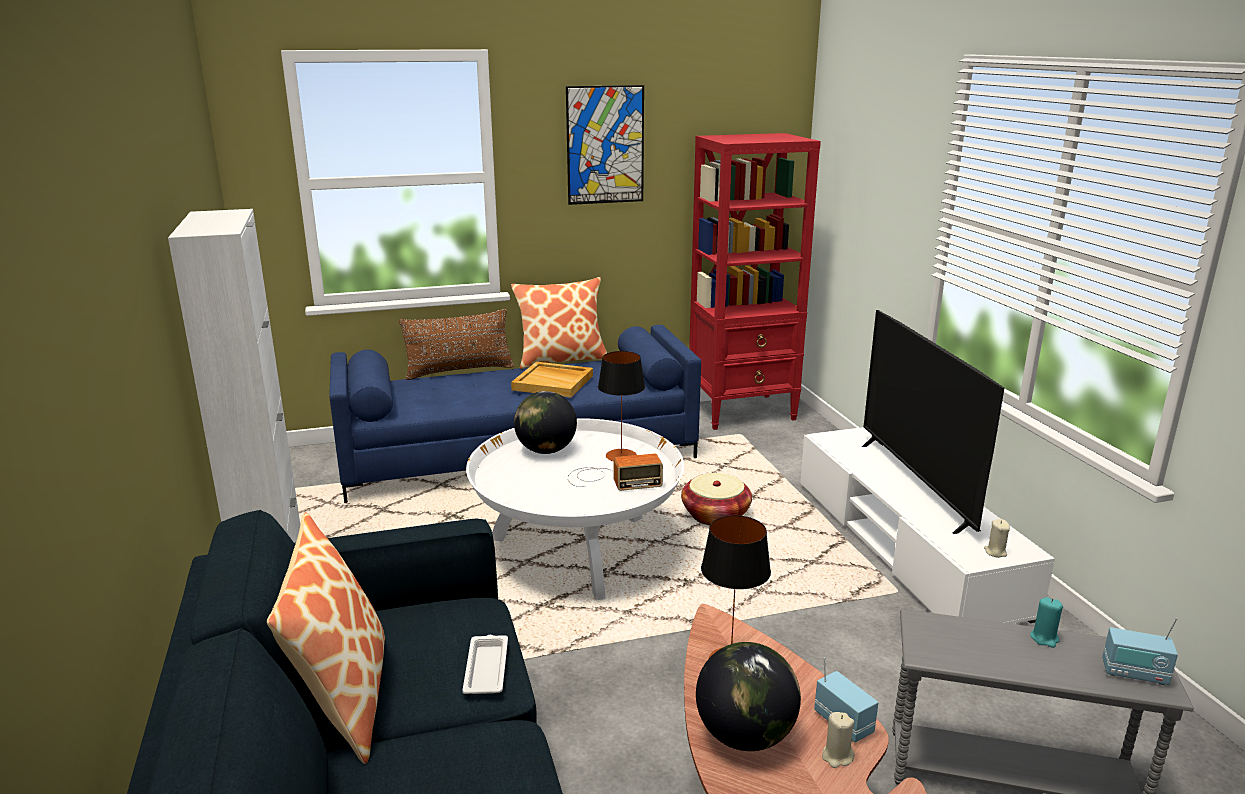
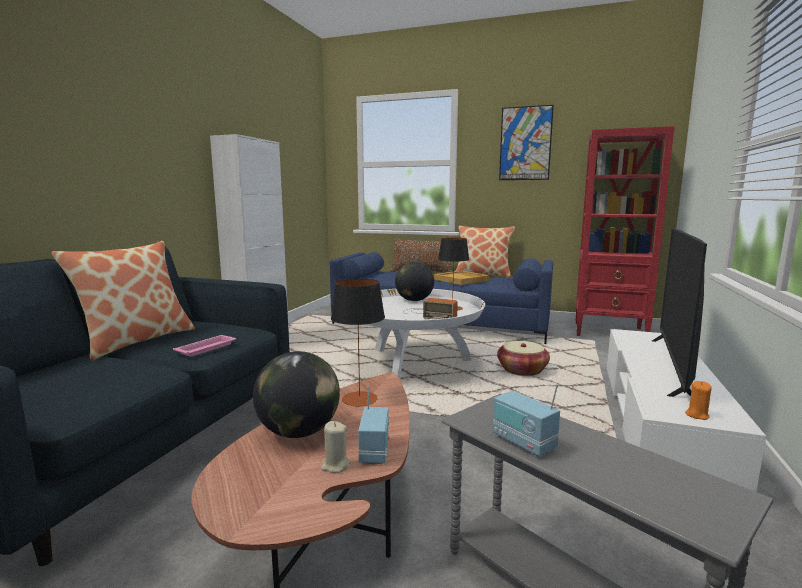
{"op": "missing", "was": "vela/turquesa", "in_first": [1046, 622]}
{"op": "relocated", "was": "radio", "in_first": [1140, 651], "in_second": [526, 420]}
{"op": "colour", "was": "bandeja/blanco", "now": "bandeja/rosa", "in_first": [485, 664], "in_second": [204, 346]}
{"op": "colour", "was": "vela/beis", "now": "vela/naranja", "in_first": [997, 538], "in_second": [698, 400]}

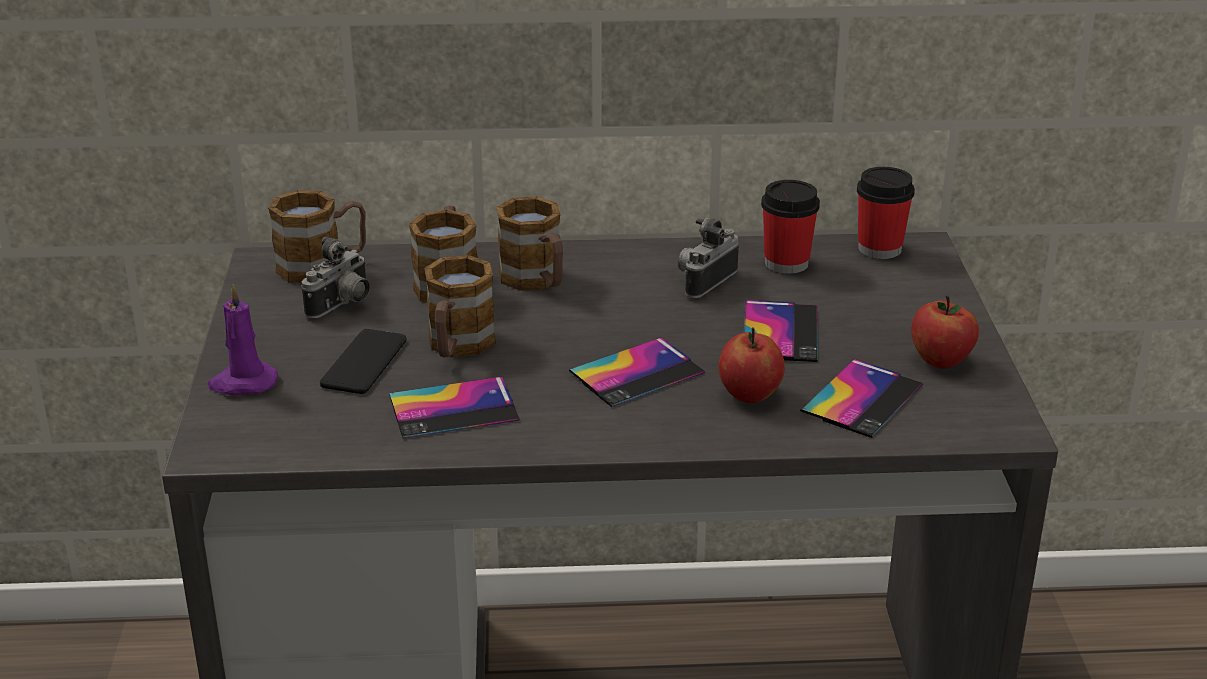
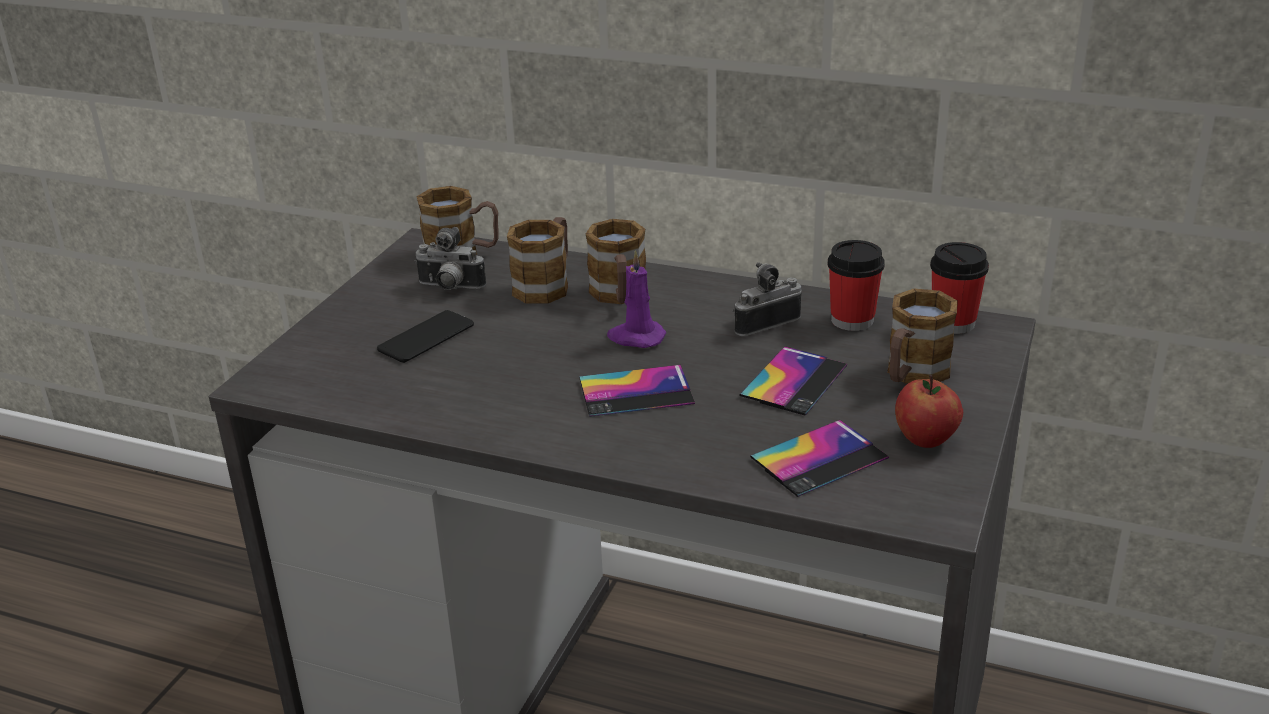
{"op": "missing", "was": "móvil", "in_first": [454, 407]}
{"op": "missing", "was": "manzana", "in_first": [752, 365]}
{"op": "relocated", "was": "vela/morado", "in_first": [242, 339], "in_second": [636, 299]}
{"op": "relocated", "was": "taza grande", "in_first": [460, 306], "in_second": [922, 336]}
{"op": "spun", "was": "cámara", "in_first": [336, 277], "in_second": [450, 258], "clockwise": 45}

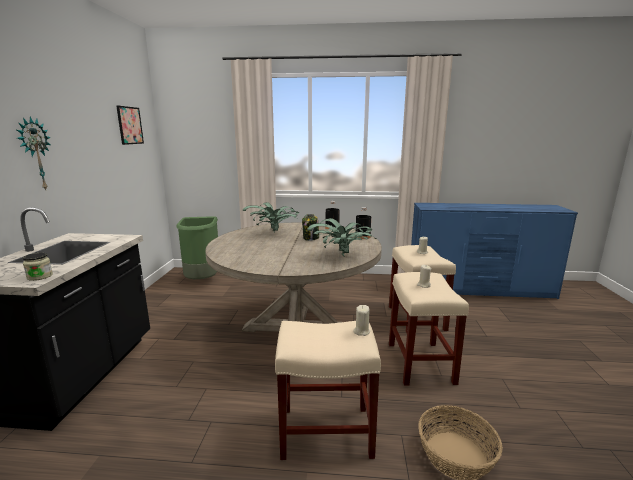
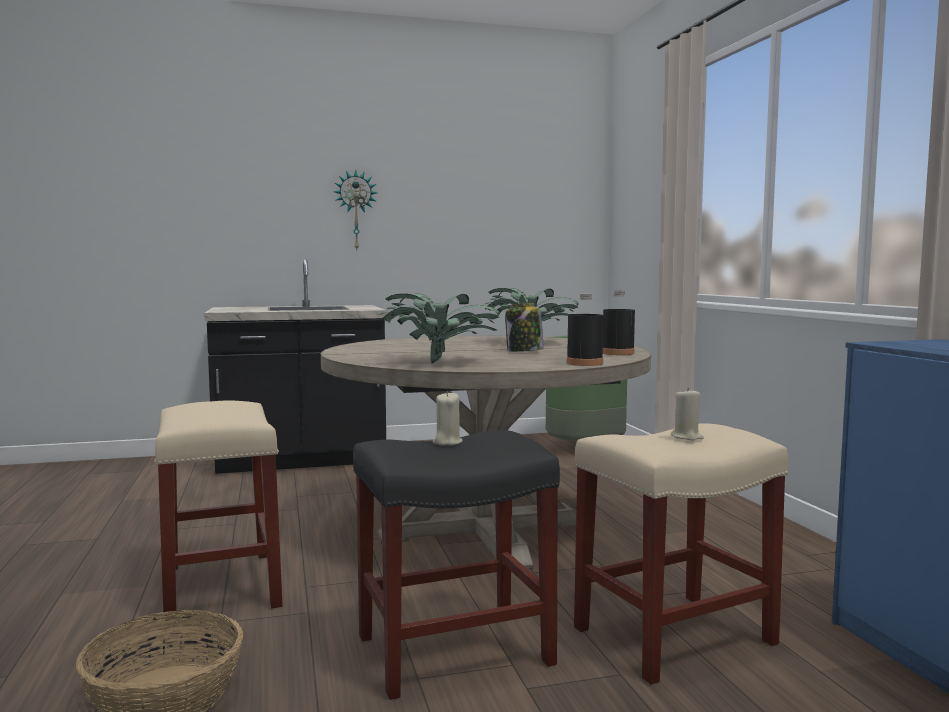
{"op": "missing", "was": "tarro", "in_first": [38, 266]}
{"op": "missing", "was": "cuadro", "in_first": [130, 125]}
{"op": "missing", "was": "vela/beis", "in_first": [362, 320]}
{"op": "colour", "was": "taburete/beis", "now": "taburete/negro", "in_first": [429, 328], "in_second": [456, 565]}

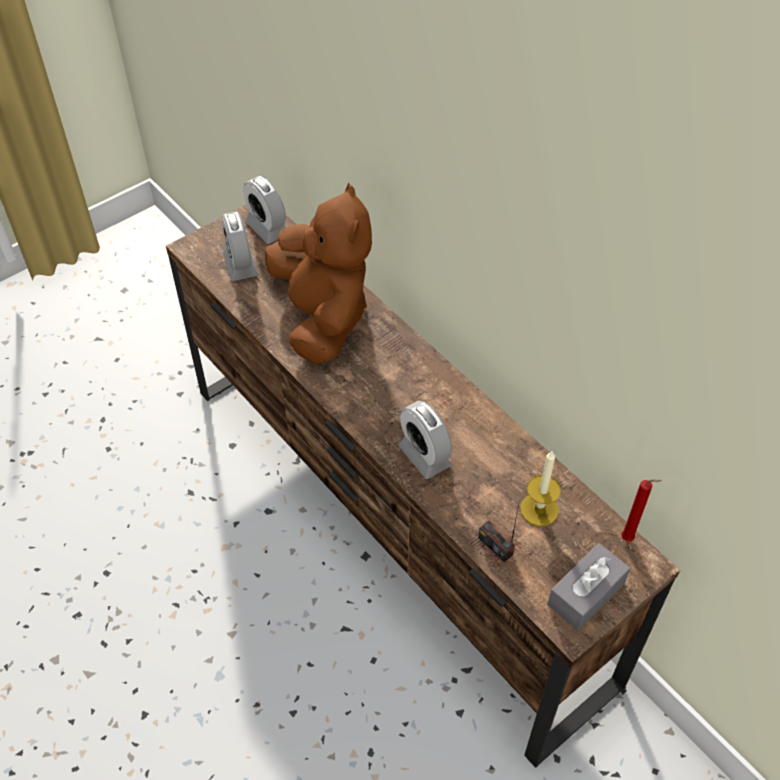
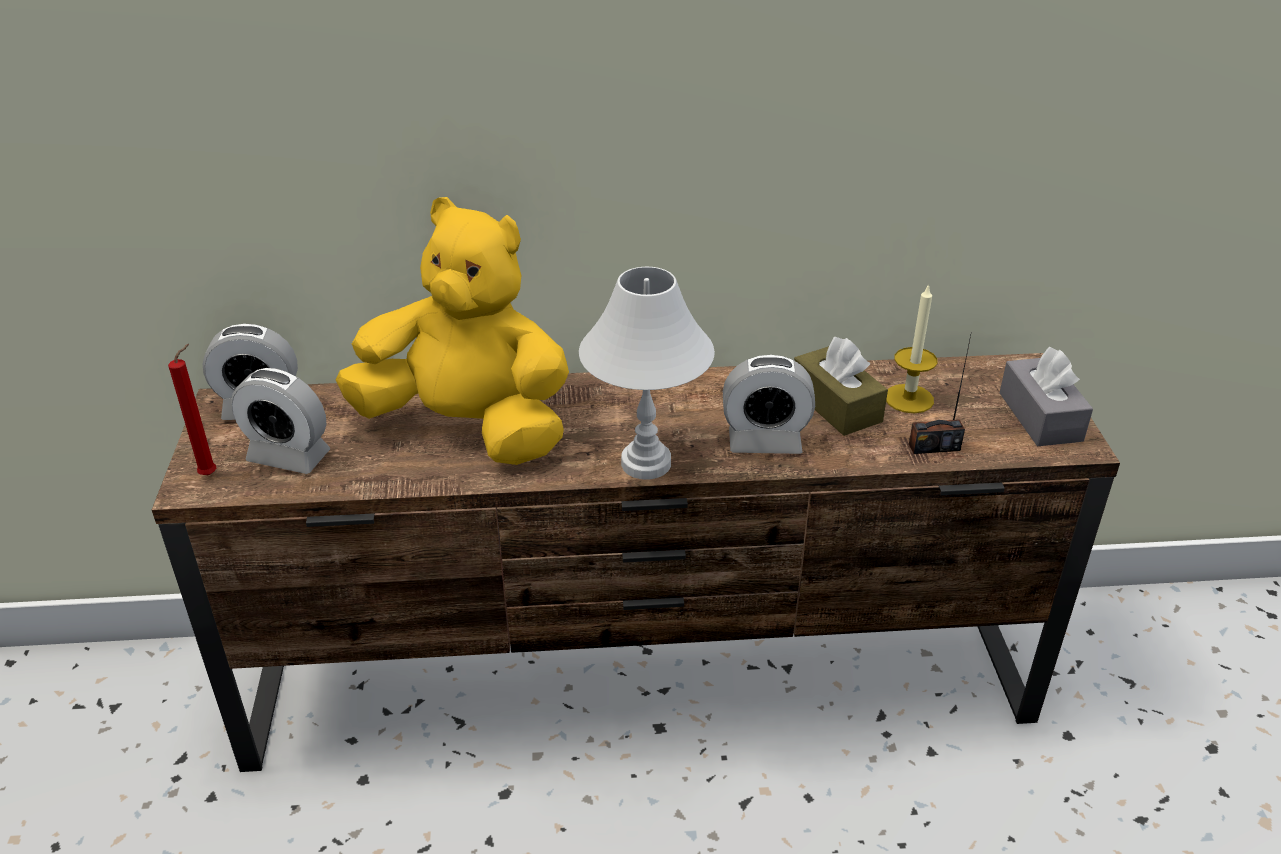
{"op": "appeared", "now": "lámpara de mesa/blanco", "in_second": [647, 373]}
{"op": "appeared", "now": "caja de pañuelos/marrón", "in_second": [841, 386]}
{"op": "relocated", "was": "vela/rojo", "in_first": [641, 510], "in_second": [192, 409]}
{"op": "colour", "was": "peluche/marrón", "now": "peluche/amarillo", "in_first": [318, 273], "in_second": [452, 331]}

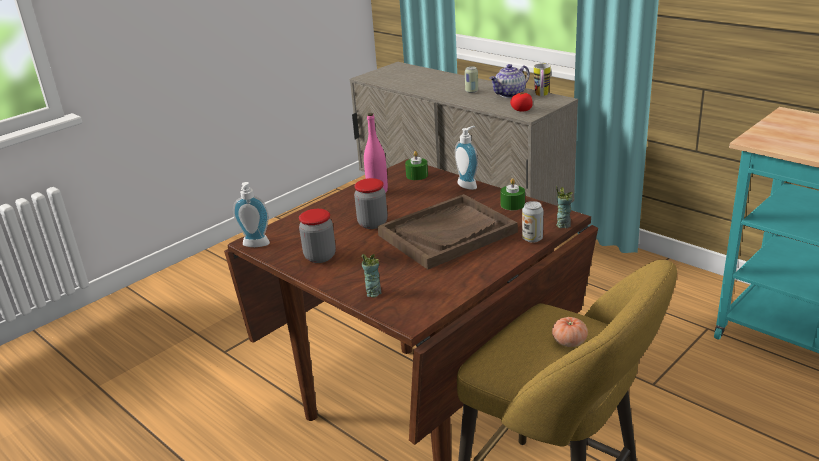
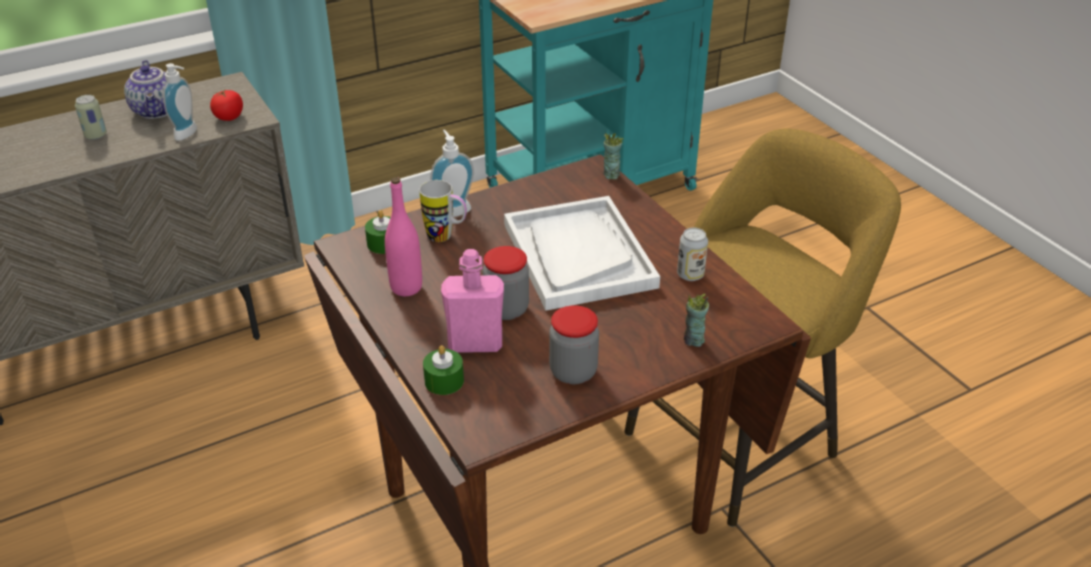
{"op": "missing", "was": "tomate", "in_first": [570, 332]}
{"op": "appeared", "now": "botella/rosa", "in_second": [472, 301]}
{"op": "relocated", "was": "dispensador de jabón", "in_first": [251, 214], "in_second": [180, 102]}
{"op": "relocated", "was": "vela/verde", "in_first": [512, 194], "in_second": [443, 370]}
{"op": "relocated", "was": "lata", "in_first": [532, 222], "in_second": [692, 254]}
{"op": "relocated", "was": "taza grande", "in_first": [542, 79], "in_second": [443, 211]}
{"op": "colour", "was": "bandeja/marrón", "now": "bandeja/blanco", "in_first": [447, 231], "in_second": [582, 253]}

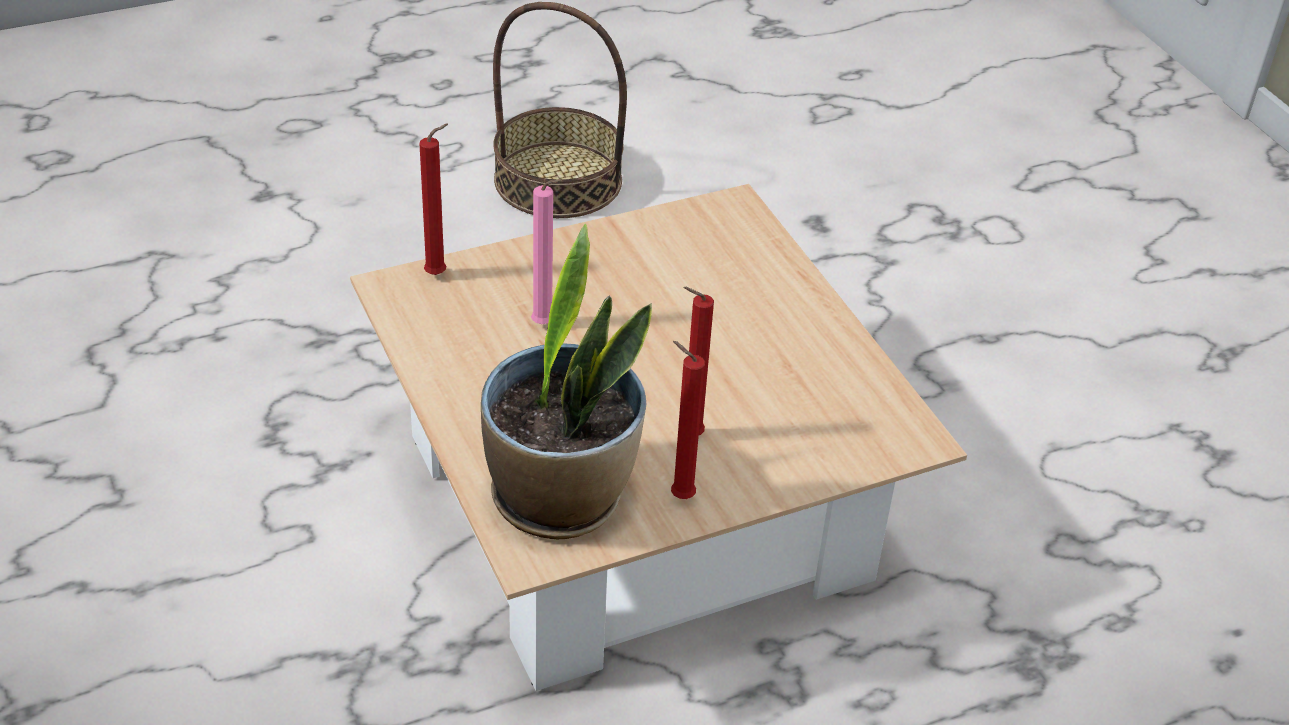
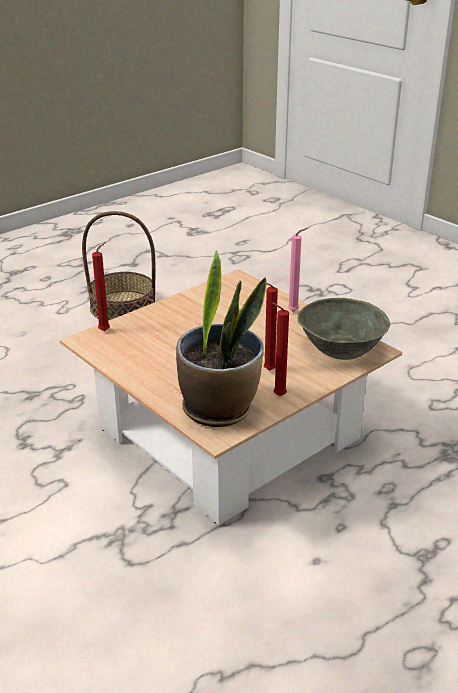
{"op": "appeared", "now": "cuenco/gris", "in_second": [343, 329]}
{"op": "relocated", "was": "vela/rosa", "in_first": [547, 251], "in_second": [297, 270]}

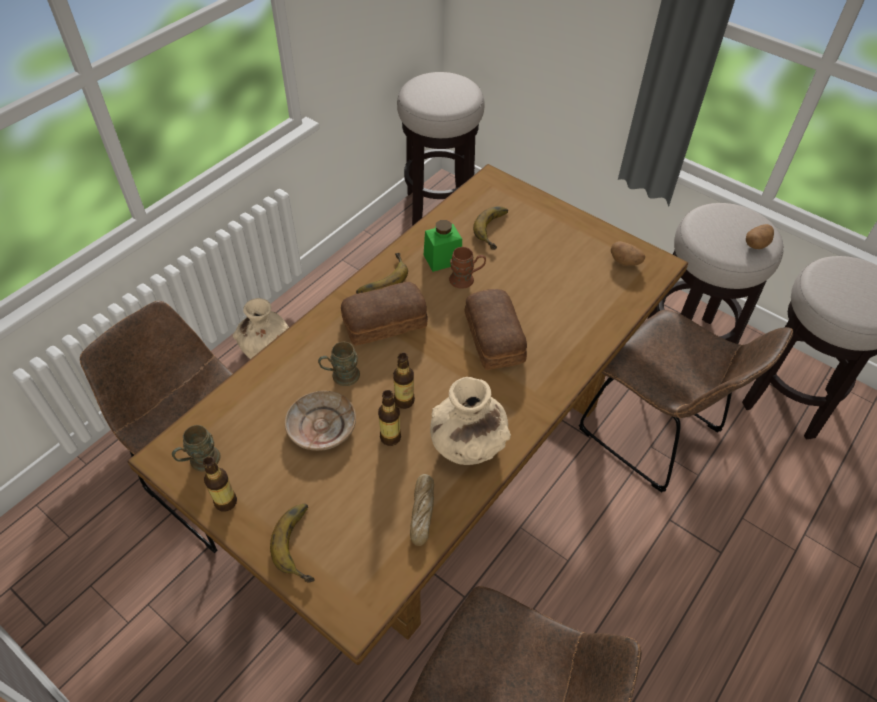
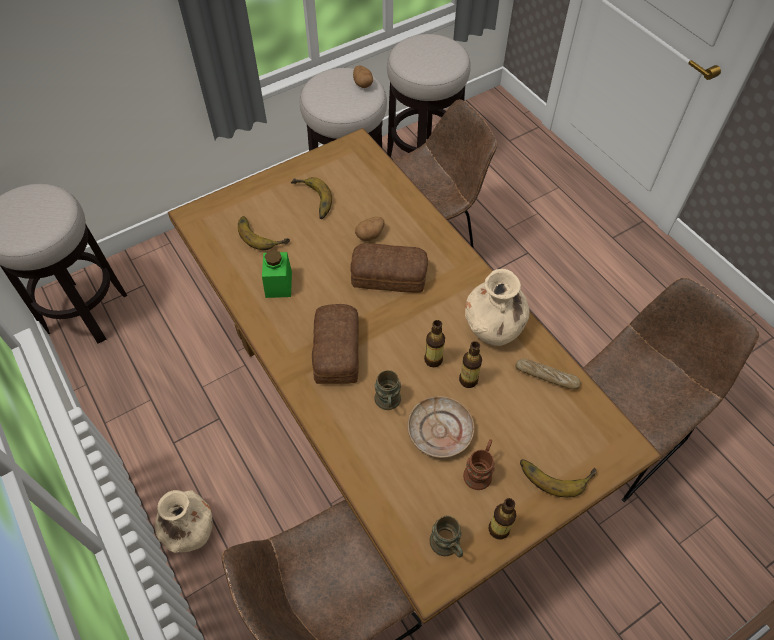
{"op": "relocated", "was": "plátano", "in_first": [382, 273], "in_second": [311, 198]}
{"op": "relocated", "was": "taza grande/marrón", "in_first": [467, 268], "in_second": [479, 464]}
{"op": "relocated", "was": "patata", "in_first": [628, 253], "in_second": [370, 229]}

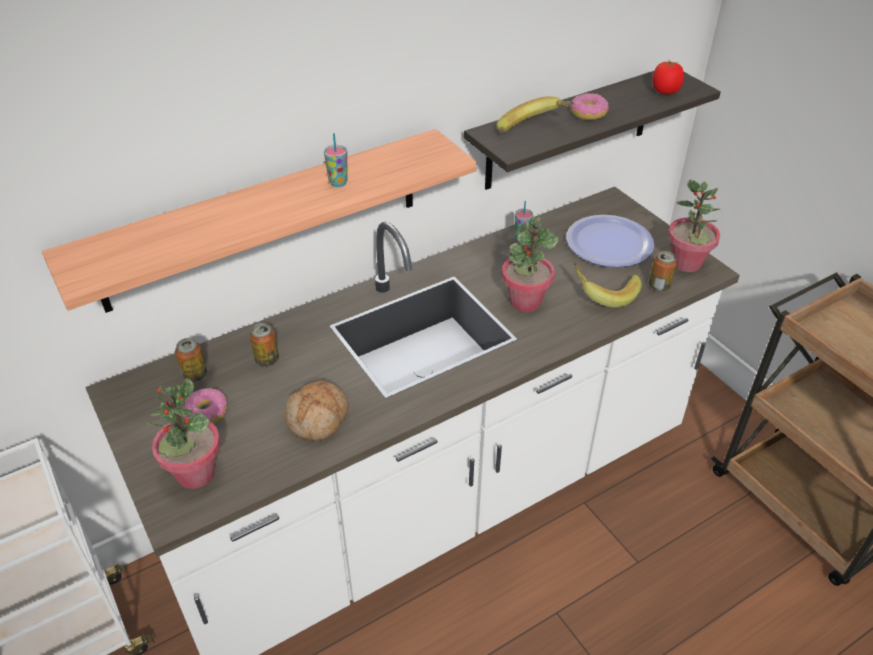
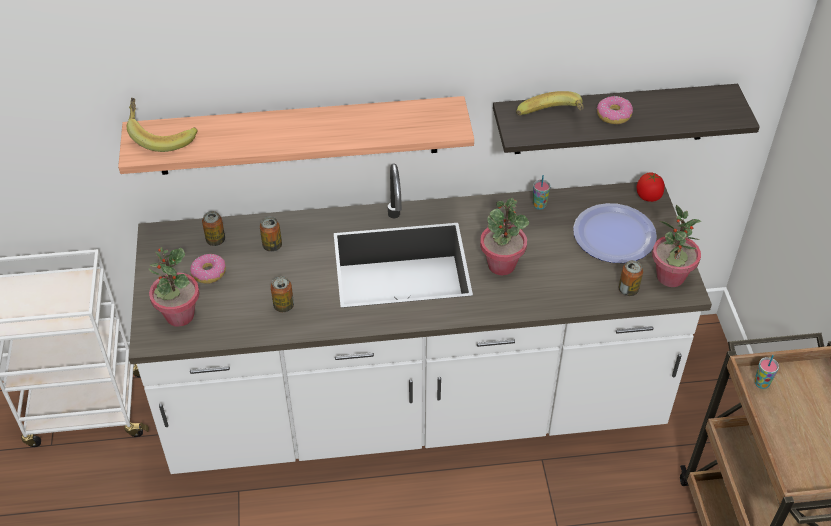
{"op": "relocated", "was": "taza", "in_first": [336, 160], "in_second": [766, 372]}
{"op": "relocated", "was": "plátano", "in_first": [607, 285], "in_second": [162, 125]}
{"op": "relocated", "was": "tomate", "in_first": [668, 77], "in_second": [651, 187]}
{"op": "exchanged", "was": "pan", "now": "lata", "in_first": [316, 411], "in_second": [282, 294]}

